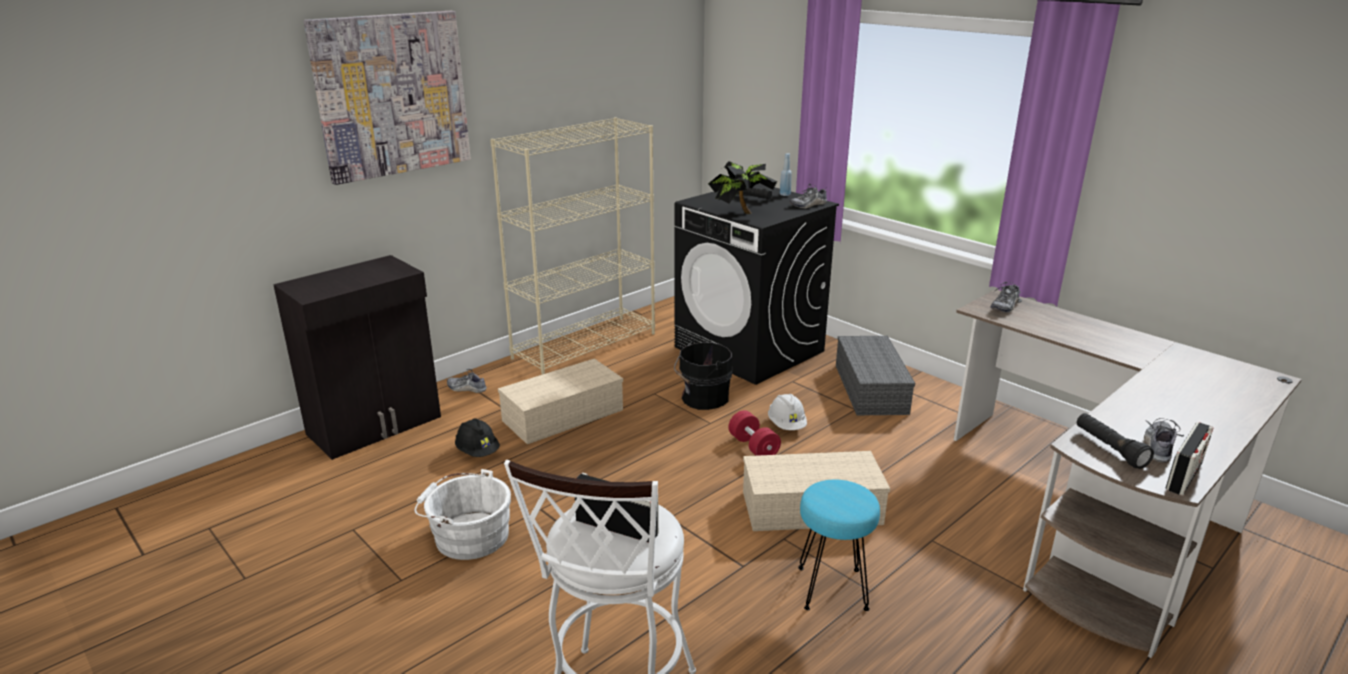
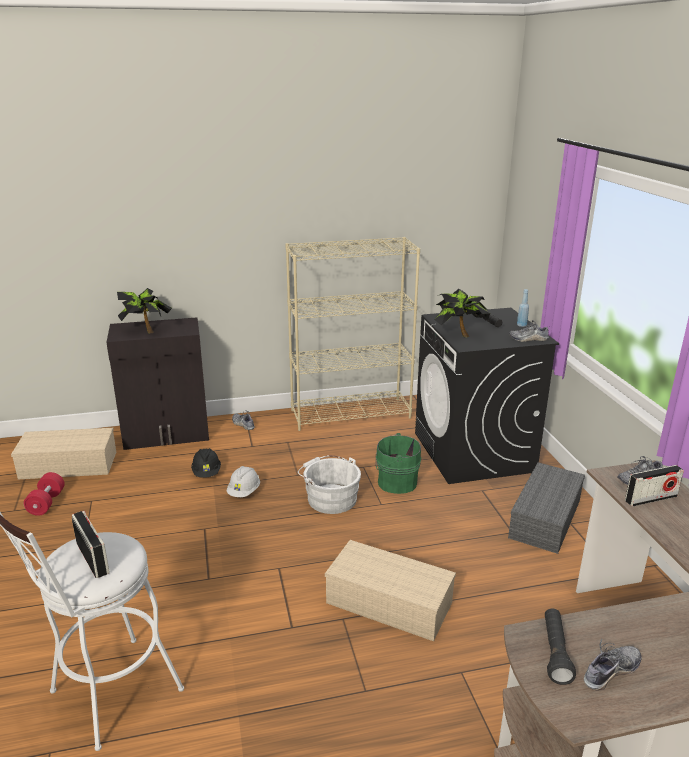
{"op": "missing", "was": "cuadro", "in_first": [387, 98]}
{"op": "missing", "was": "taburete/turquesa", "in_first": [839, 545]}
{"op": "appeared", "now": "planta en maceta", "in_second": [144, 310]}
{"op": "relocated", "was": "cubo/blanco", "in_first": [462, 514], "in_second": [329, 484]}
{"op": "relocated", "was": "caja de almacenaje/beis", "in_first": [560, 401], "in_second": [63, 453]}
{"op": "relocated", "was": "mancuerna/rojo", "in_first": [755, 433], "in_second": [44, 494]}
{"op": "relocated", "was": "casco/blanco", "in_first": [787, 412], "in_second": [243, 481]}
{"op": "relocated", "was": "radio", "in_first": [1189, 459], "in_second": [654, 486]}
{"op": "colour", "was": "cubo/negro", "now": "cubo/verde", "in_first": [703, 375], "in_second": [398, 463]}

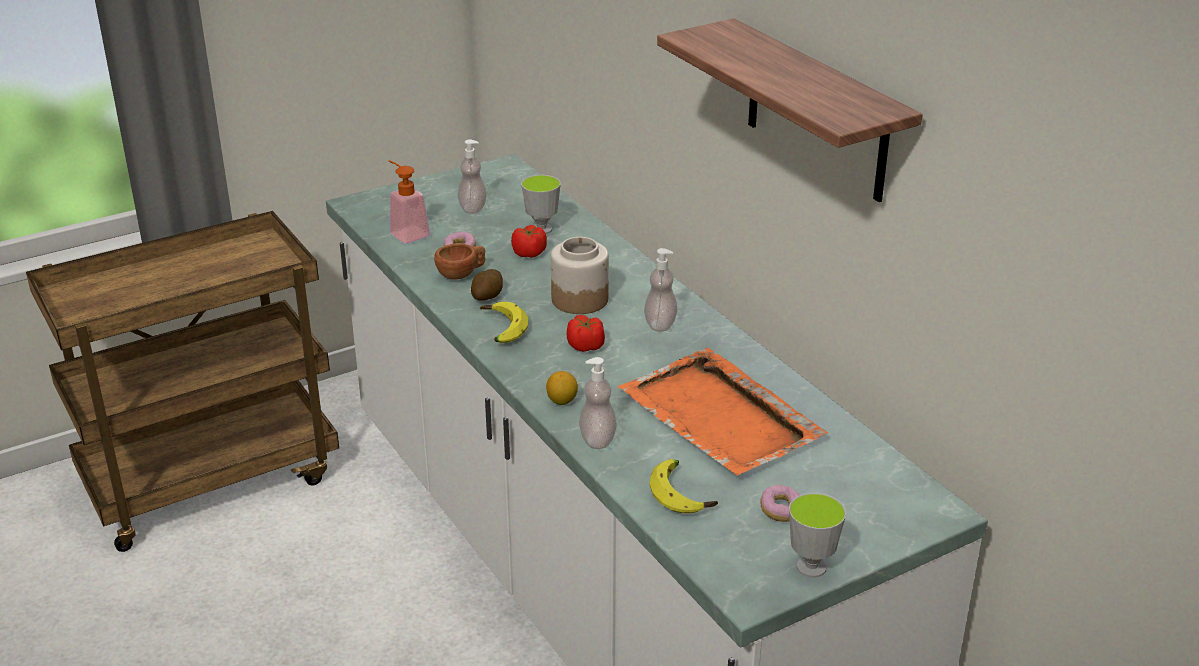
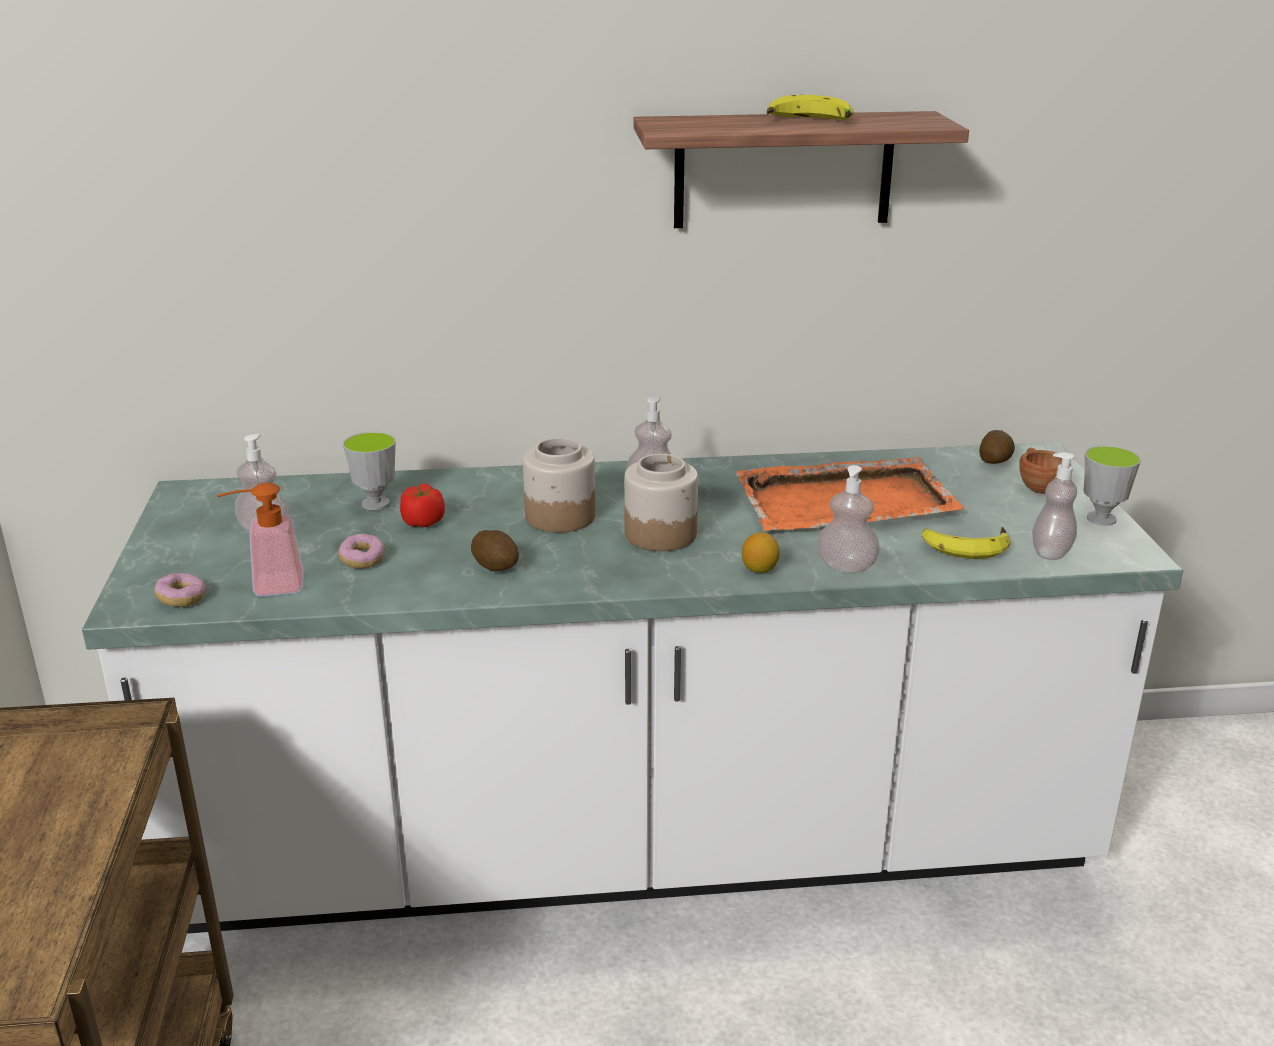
{"op": "appeared", "now": "patata", "in_second": [997, 447]}
{"op": "appeared", "now": "dispensador de jabón", "in_second": [1054, 506]}
{"op": "relocated", "was": "taza/marrón", "in_first": [459, 261], "in_second": [1045, 471]}
{"op": "relocated", "was": "plátano", "in_first": [504, 322], "in_second": [810, 107]}
{"op": "relocated", "was": "rosquilla", "in_first": [780, 503], "in_second": [180, 590]}
{"op": "exchanged", "was": "tomate", "now": "tarro", "in_first": [586, 333], "in_second": [661, 502]}

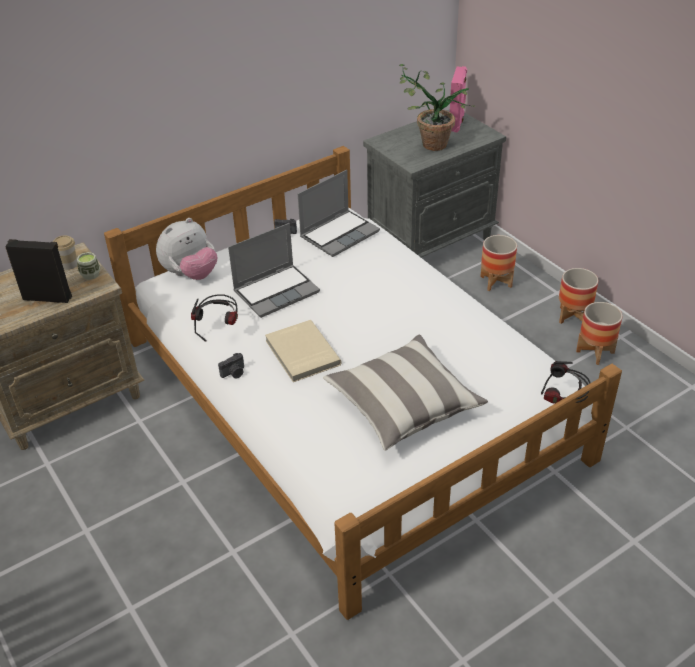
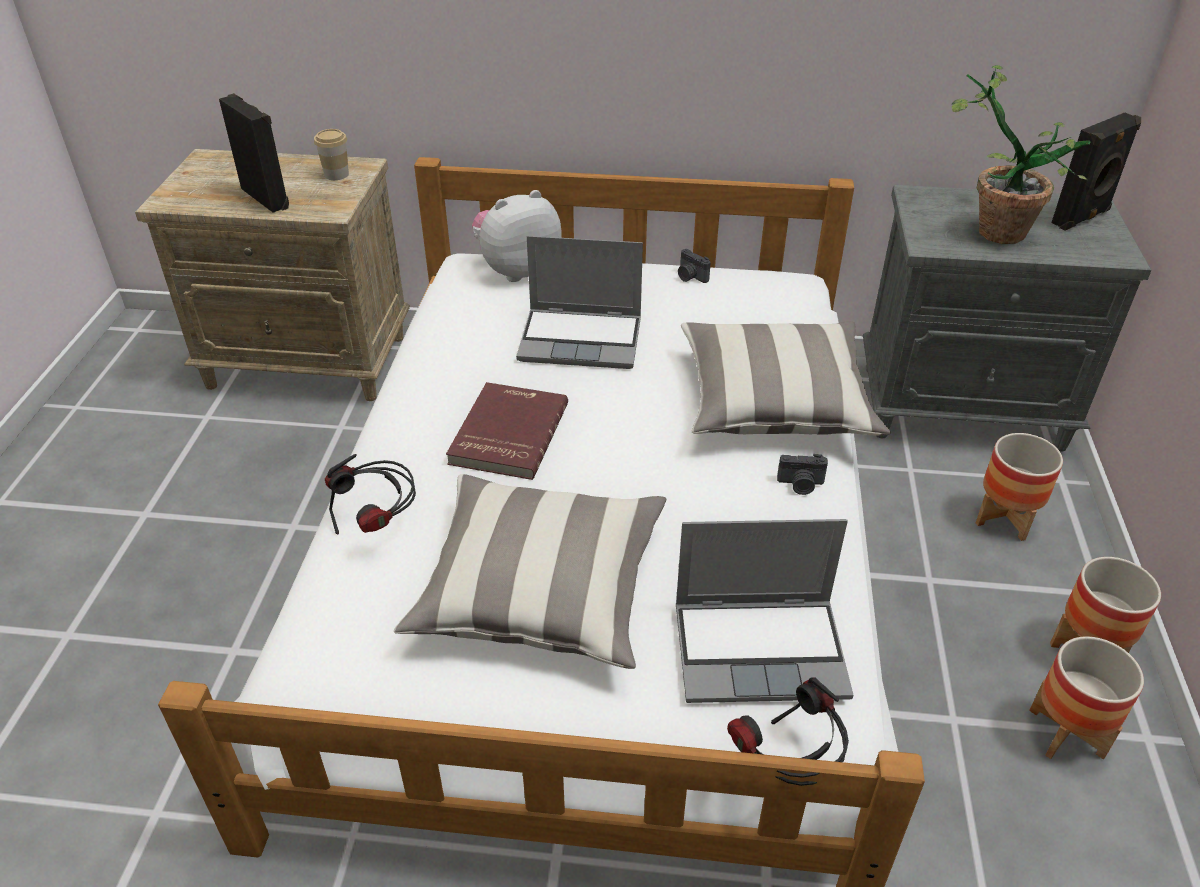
{"op": "missing", "was": "taza", "in_first": [88, 266]}
{"op": "appeared", "now": "cojín", "in_second": [786, 378]}
{"op": "relocated", "was": "auriculares", "in_first": [214, 318], "in_second": [370, 494]}
{"op": "relocated", "was": "cámara", "in_first": [231, 366], "in_second": [802, 474]}
{"op": "relocated", "was": "portátil", "in_first": [339, 213], "in_second": [765, 611]}
{"op": "colour", "was": "libro/beis", "now": "libro/rojo", "in_first": [303, 351], "in_second": [507, 431]}
{"op": "colour", "was": "altavoz/rosa", "now": "altavoz/negro", "in_first": [458, 99], "in_second": [1096, 171]}
{"op": "spun", "was": "peluche", "in_first": [186, 249], "in_second": [516, 236], "clockwise": 150}

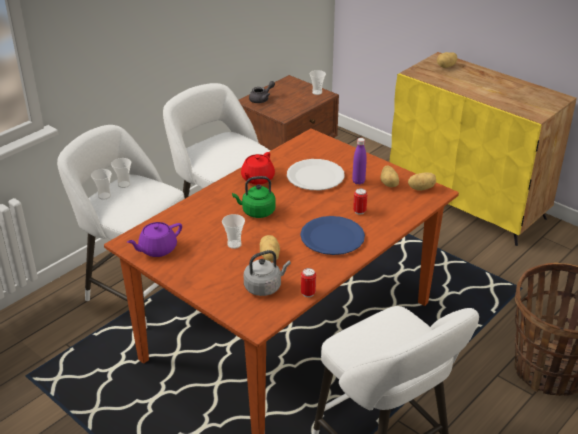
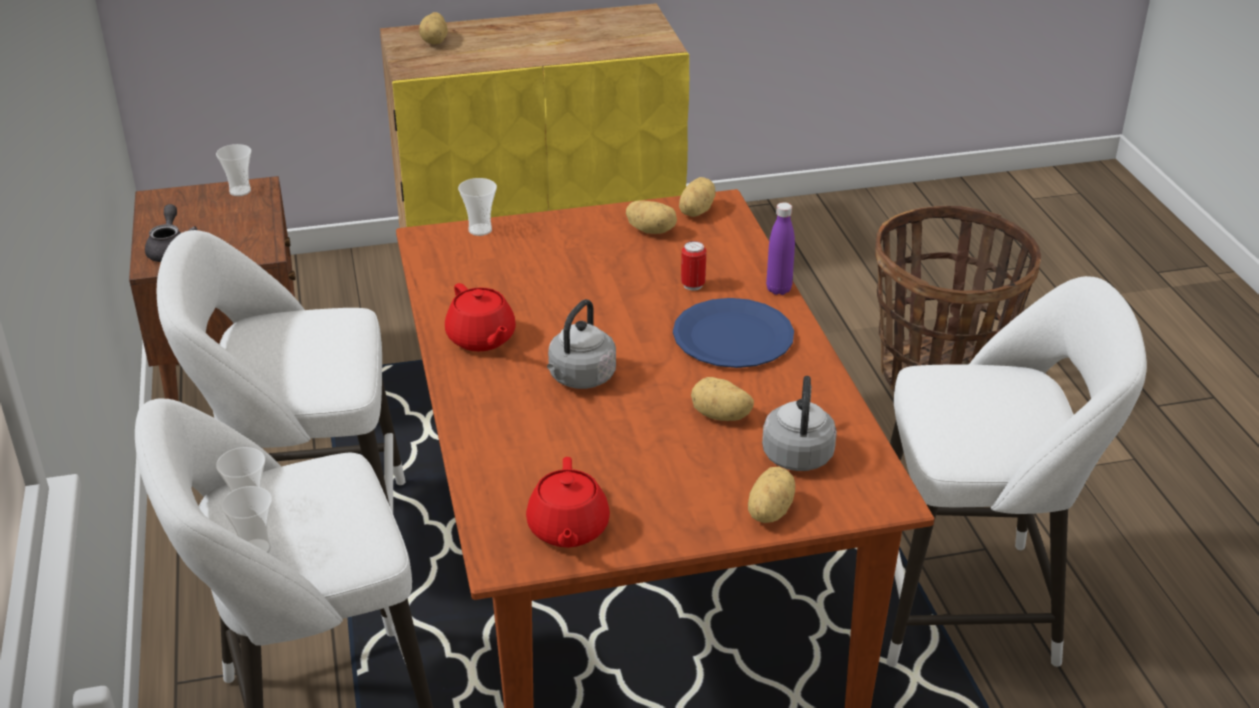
{"op": "missing", "was": "plato/blanco", "in_first": [316, 174]}
{"op": "missing", "was": "lata", "in_first": [308, 282]}
{"op": "appeared", "now": "patata", "in_second": [771, 495]}
{"op": "relocated", "was": "taza", "in_first": [233, 231], "in_second": [477, 207]}
{"op": "relocated", "was": "botella/morado", "in_first": [359, 161], "in_second": [780, 248]}
{"op": "colour", "was": "tetera/morado", "now": "tetera/rojo", "in_first": [154, 239], "in_second": [568, 502]}
{"op": "colour", "was": "hervidor/verde", "now": "hervidor/gris", "in_first": [254, 197], "in_second": [581, 344]}

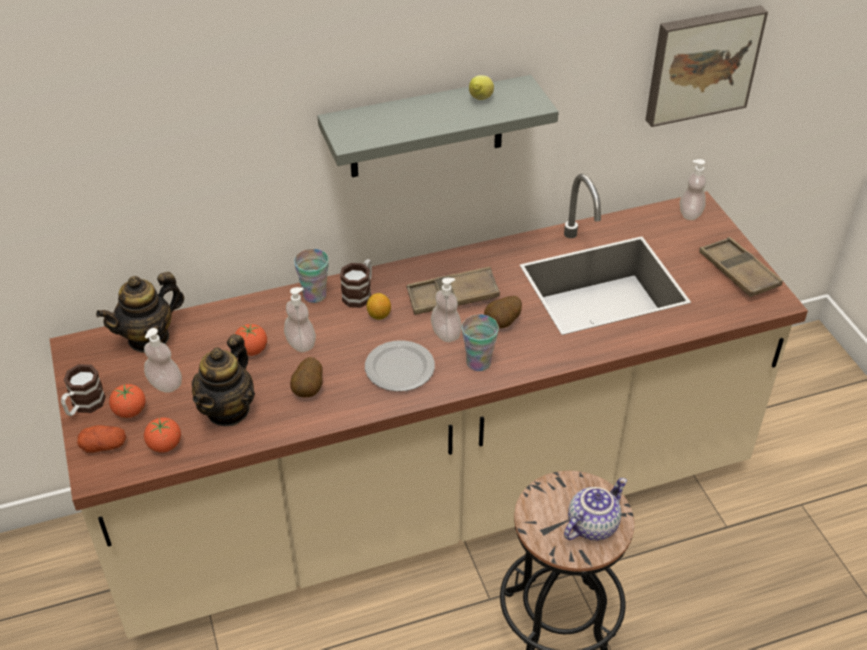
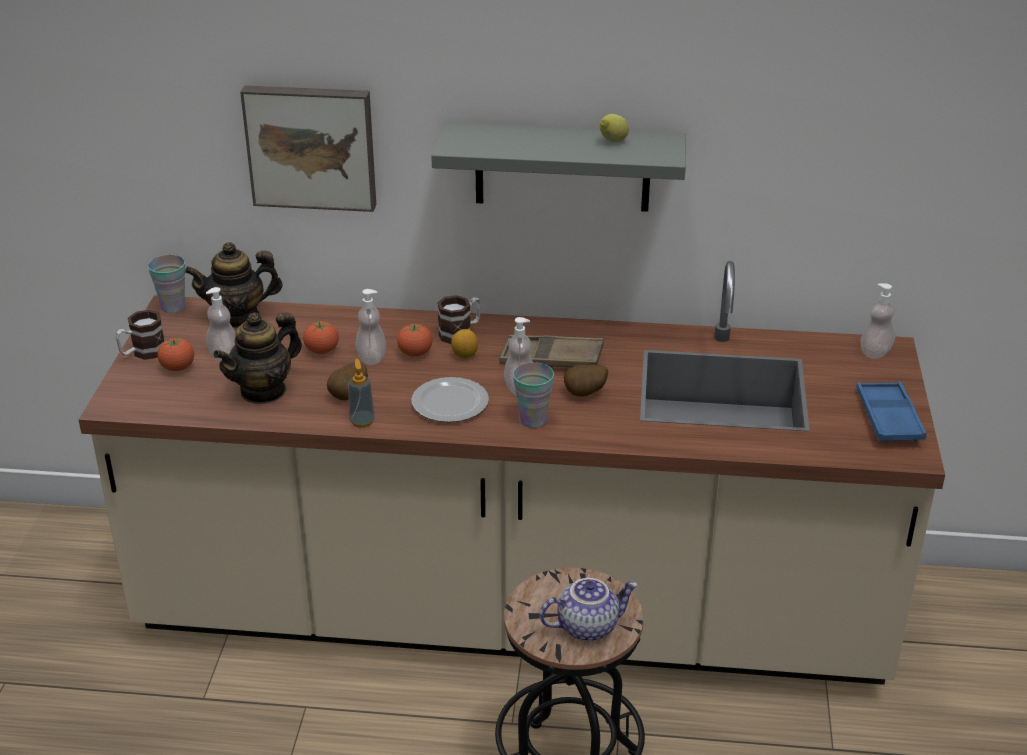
{"op": "missing", "was": "patata", "in_first": [101, 438]}
{"op": "appeared", "now": "dispensador de jabón", "in_second": [361, 393]}
{"op": "relocated", "was": "tomate", "in_first": [162, 435], "in_second": [415, 340]}
{"op": "relocated", "was": "taza", "in_first": [311, 276], "in_second": [167, 284]}
{"op": "relocated", "was": "cuadro", "in_first": [706, 66], "in_second": [308, 148]}
{"op": "colour", "was": "bandeja/marrón", "now": "bandeja/azul", "in_first": [741, 267], "in_second": [891, 411]}

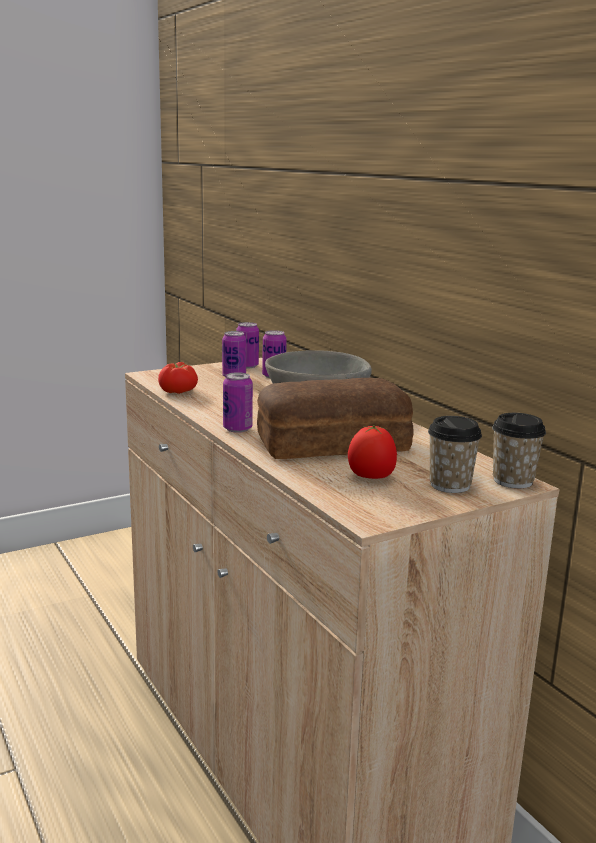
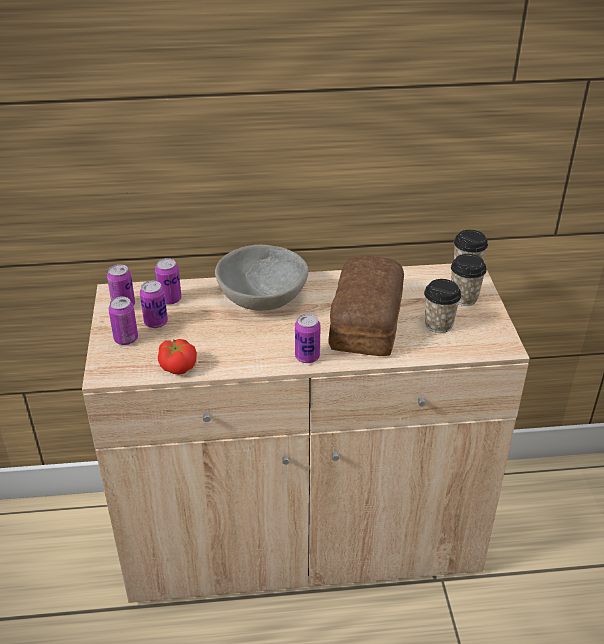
{"op": "appeared", "now": "lata", "in_second": [123, 321]}
{"op": "exchanged", "was": "tomate", "now": "taza", "in_first": [372, 452], "in_second": [442, 306]}

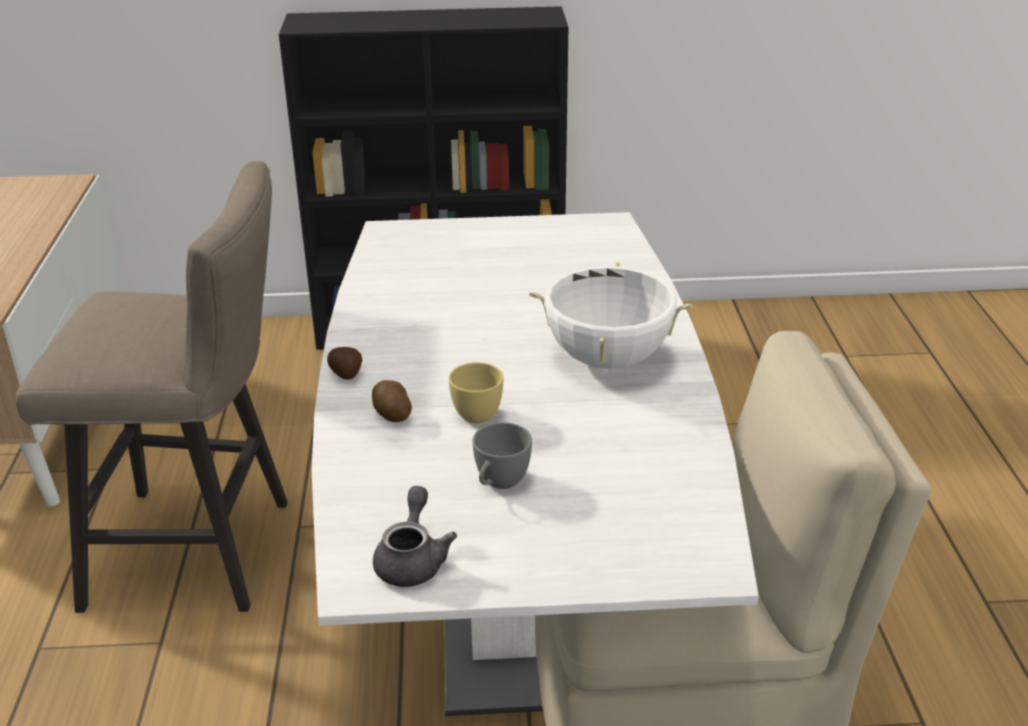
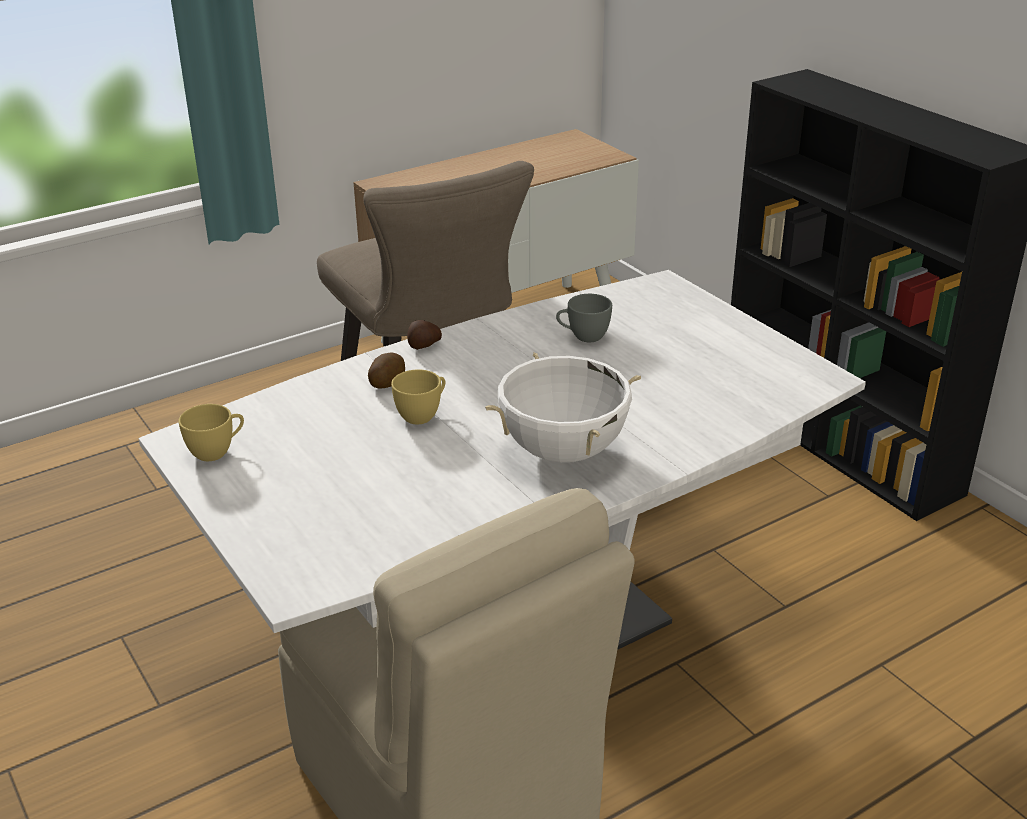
{"op": "relocated", "was": "taza/gris", "in_first": [502, 455], "in_second": [584, 318]}
{"op": "exchanged", "was": "tetera/gris", "now": "taza/amarillo", "in_first": [415, 536], "in_second": [211, 432]}

